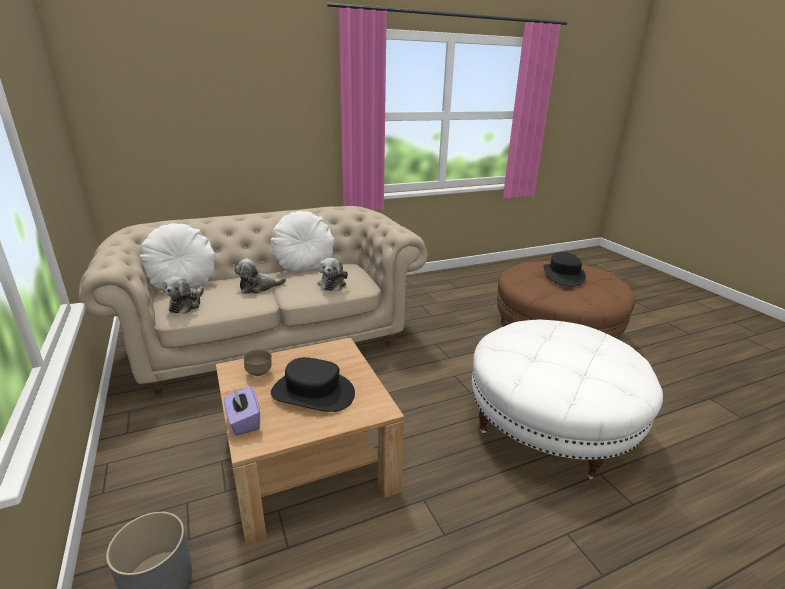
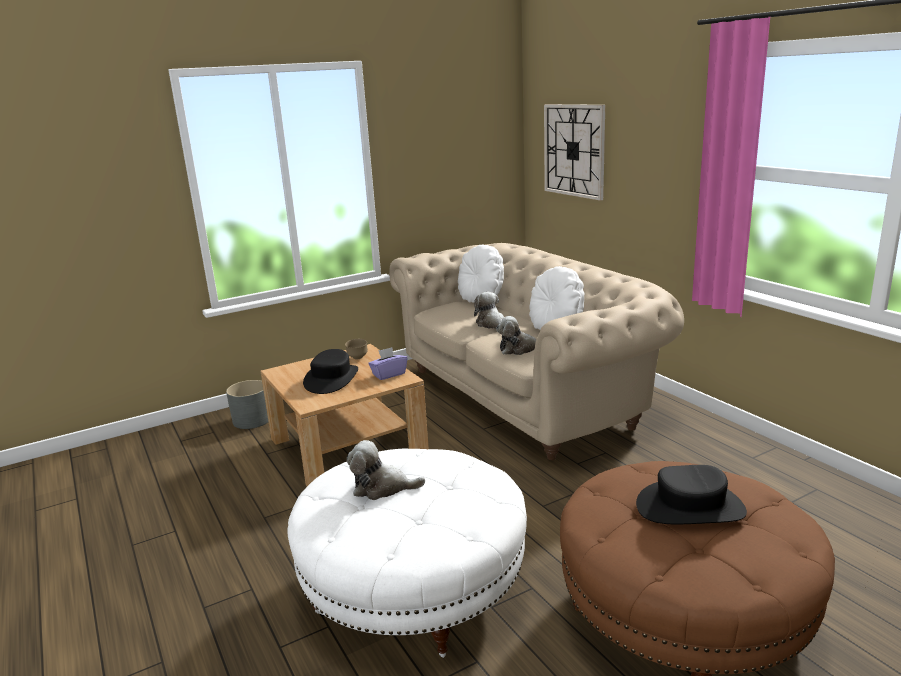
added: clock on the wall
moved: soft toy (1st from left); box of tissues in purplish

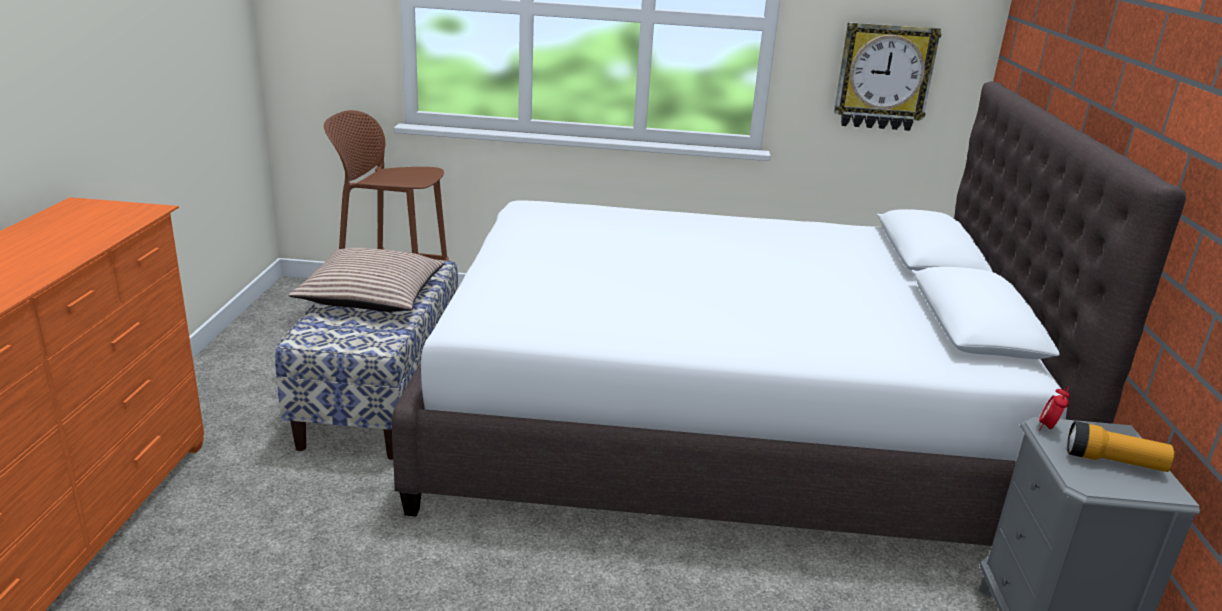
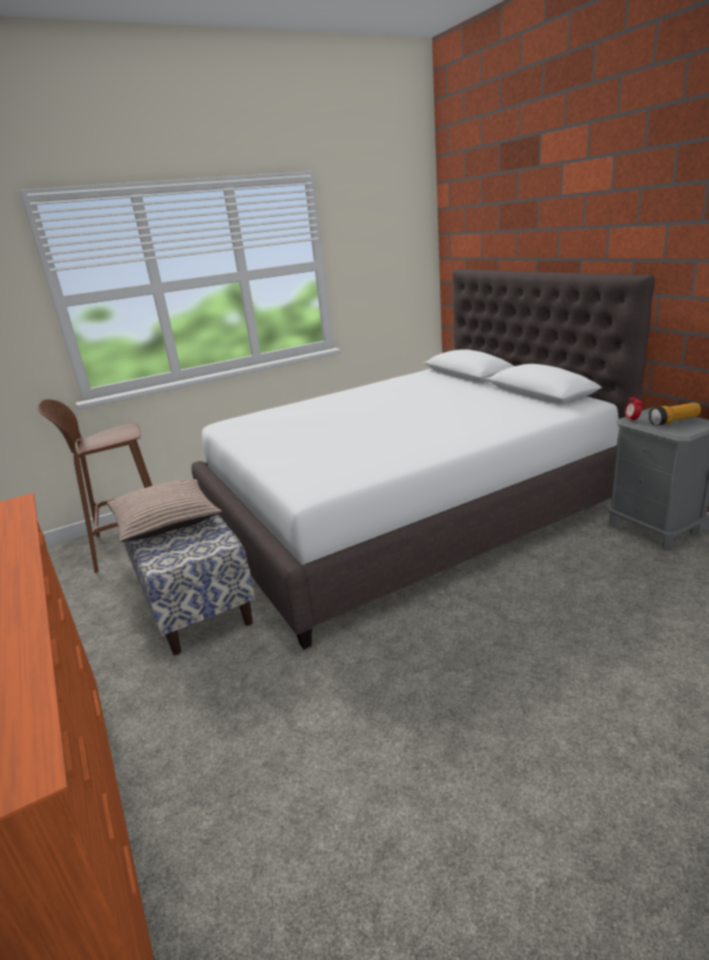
removed: clock on the wall

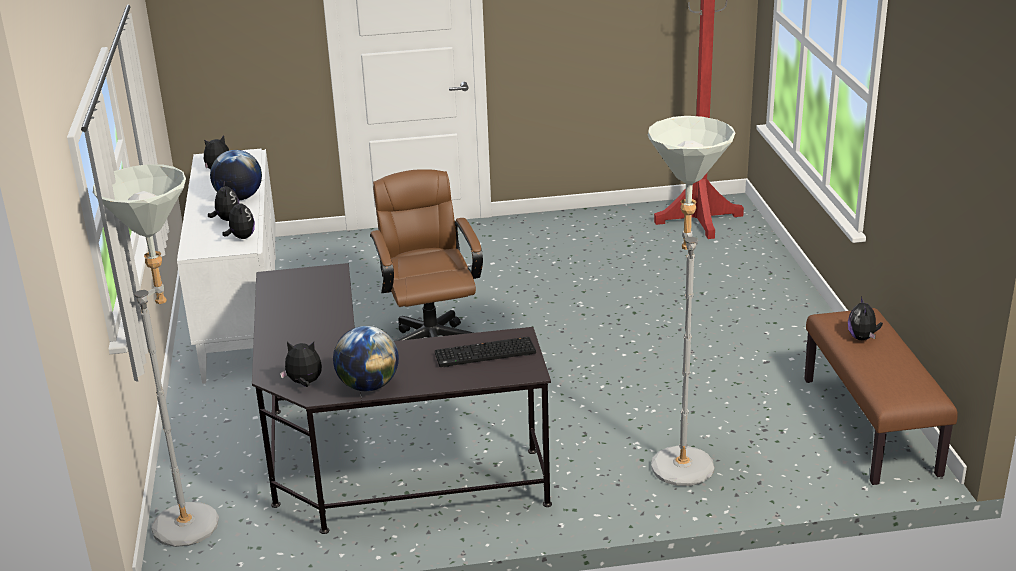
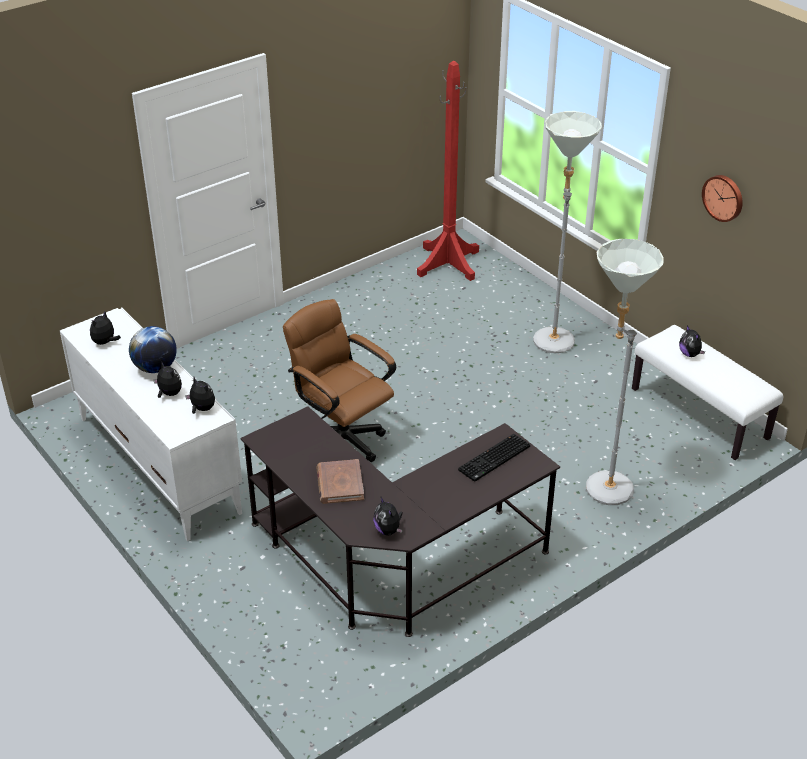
removed: globe (2nd from left)
added: clock on the wall; book in brown
moved: standing lamp in greyish (1st from left)
recoloured: indoor bench in brown to indoor bench in white
turned: soft toy (4th from left) 90 degrees counterclockwise

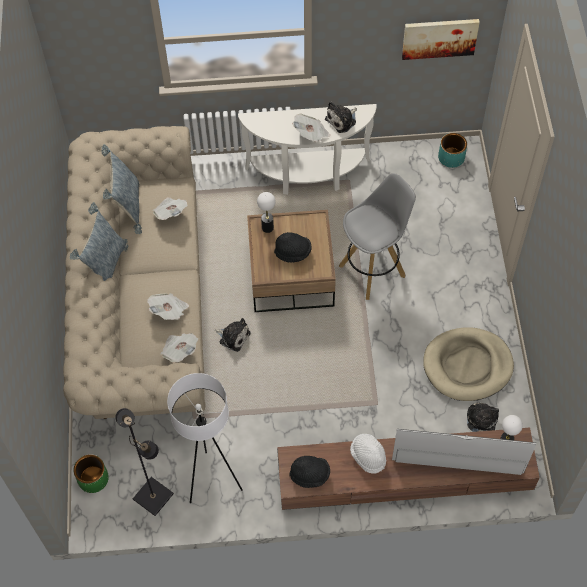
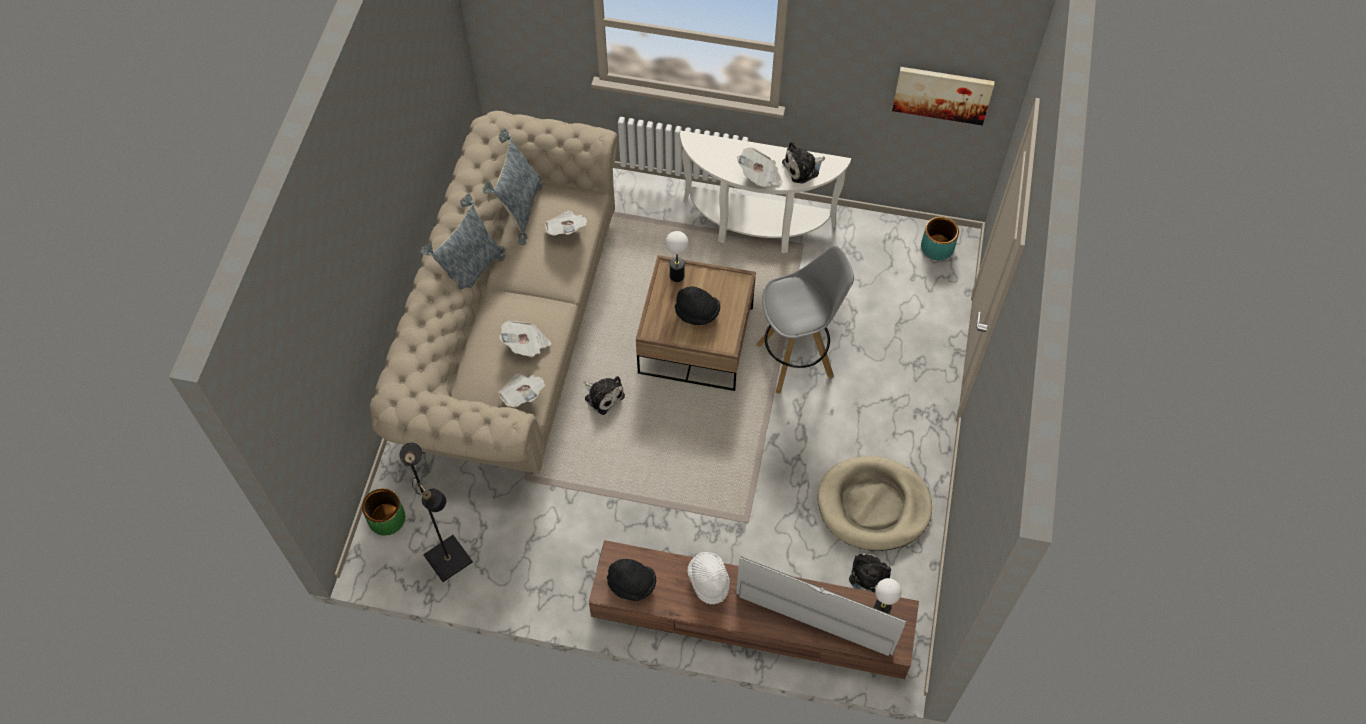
removed: standing lamp in white

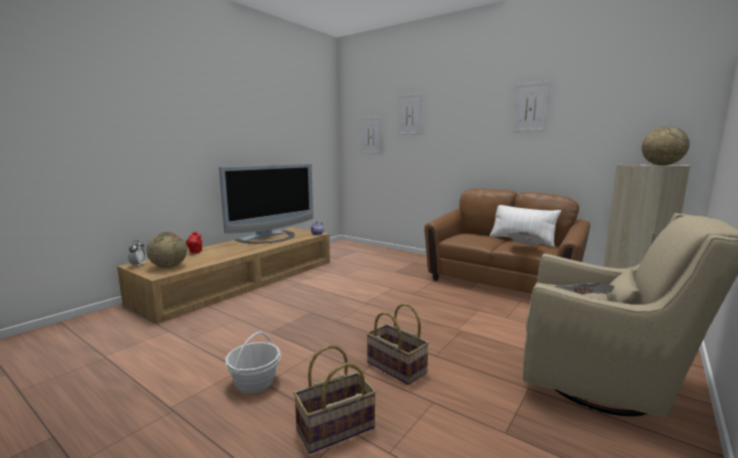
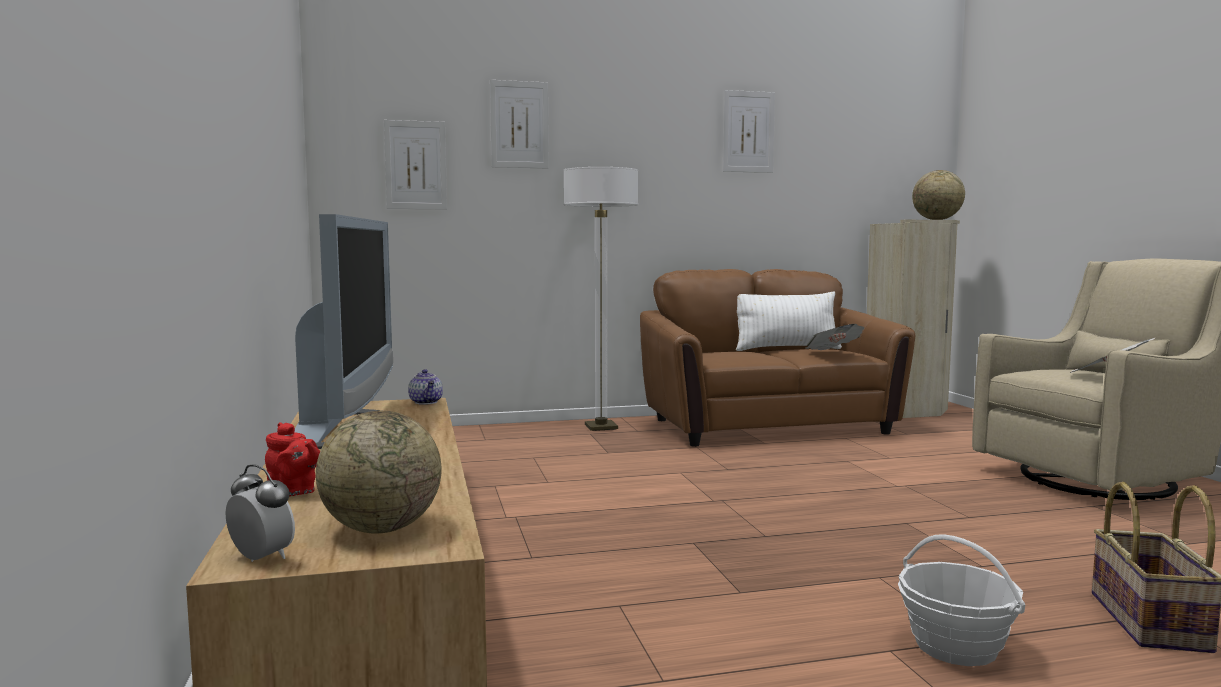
removed: storage basket (3rd from left)
added: standing lamp

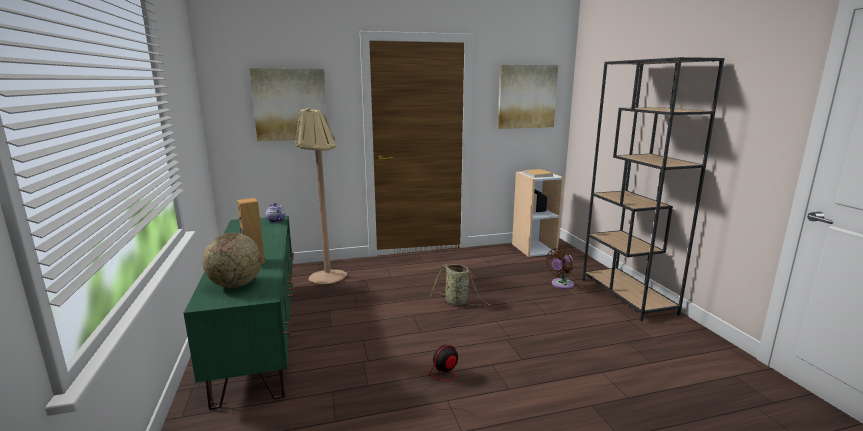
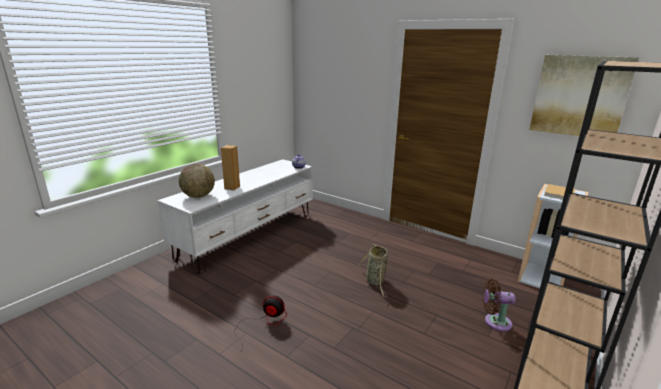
removed: picture (1st from left); standing lamp in sand-coloured
recoloured: tv unit in greenish to tv unit in white

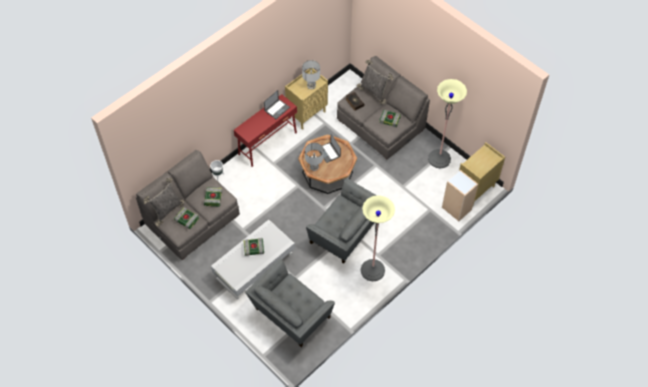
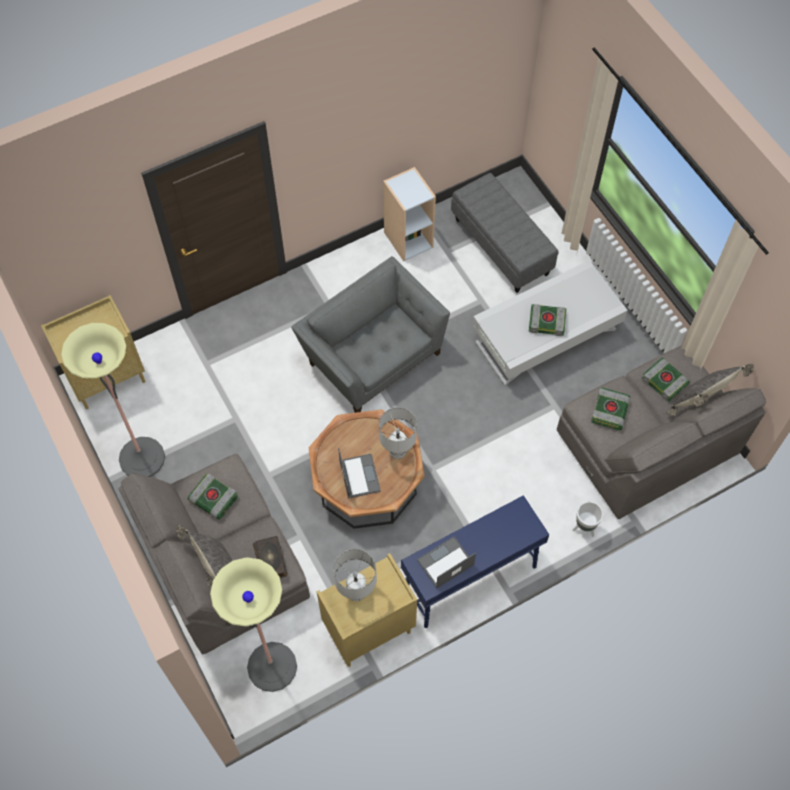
moved: shelving unit; standing lamp (1st from left in the first image) to standing lamp (2nd from left)
replaced: easy chair in greyish (1st from left) to pouffe in greyish
recoloured: hall table in reddish to hall table in bluish

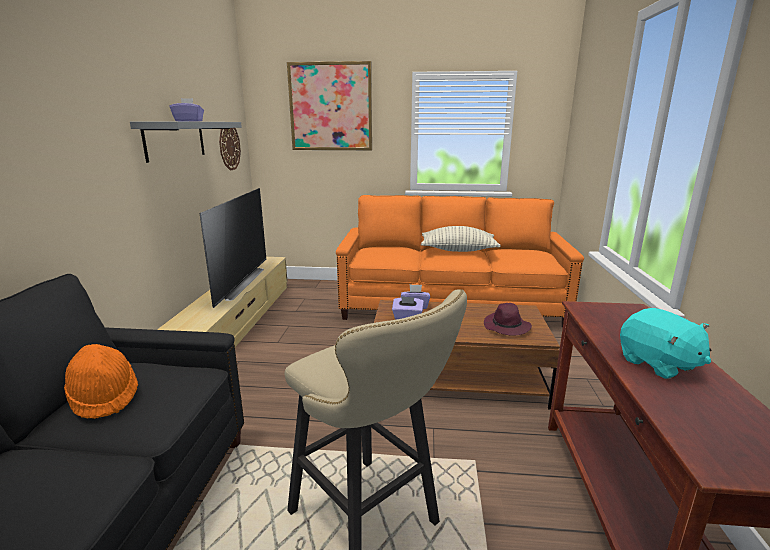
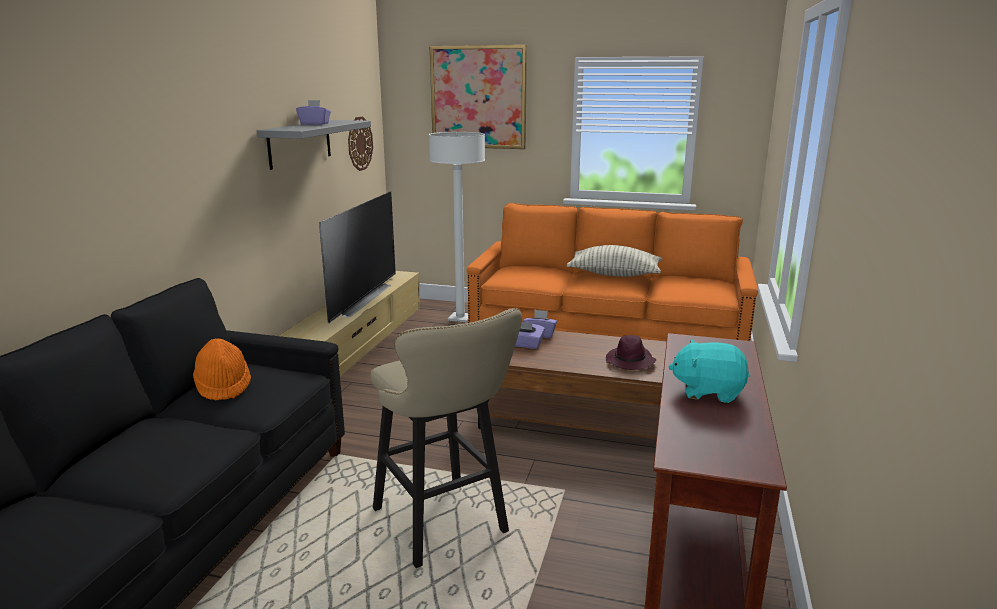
added: standing lamp in white
turned: soft toy in blue-green 120 degrees clockwise

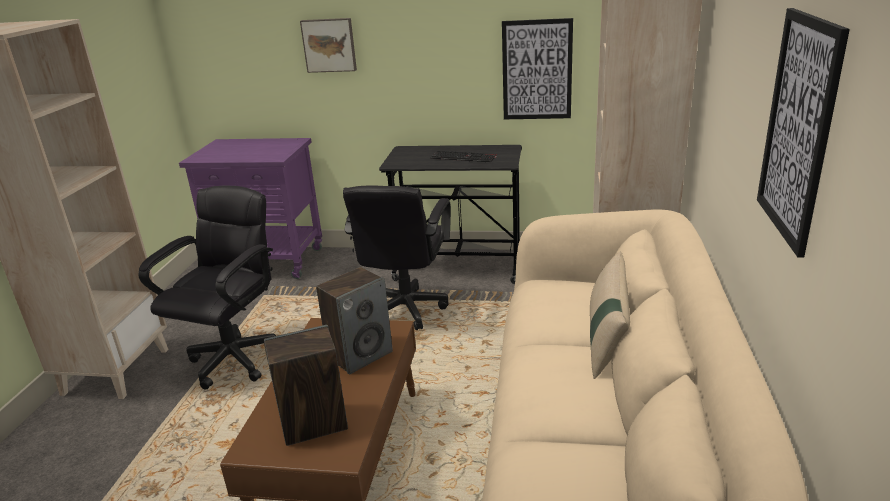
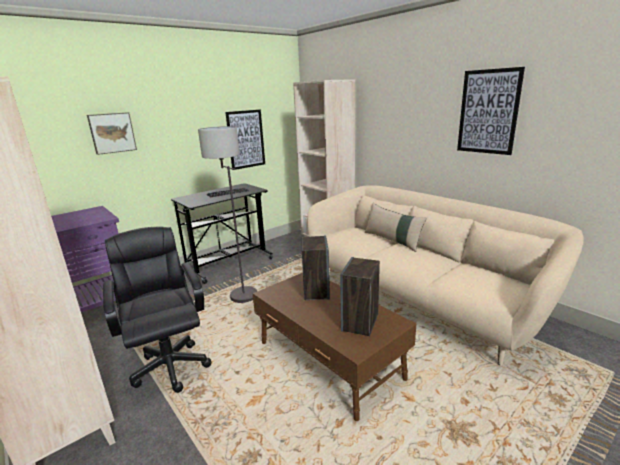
replaced: office chair in black-coloured (2nd from left) to standing lamp in greyish

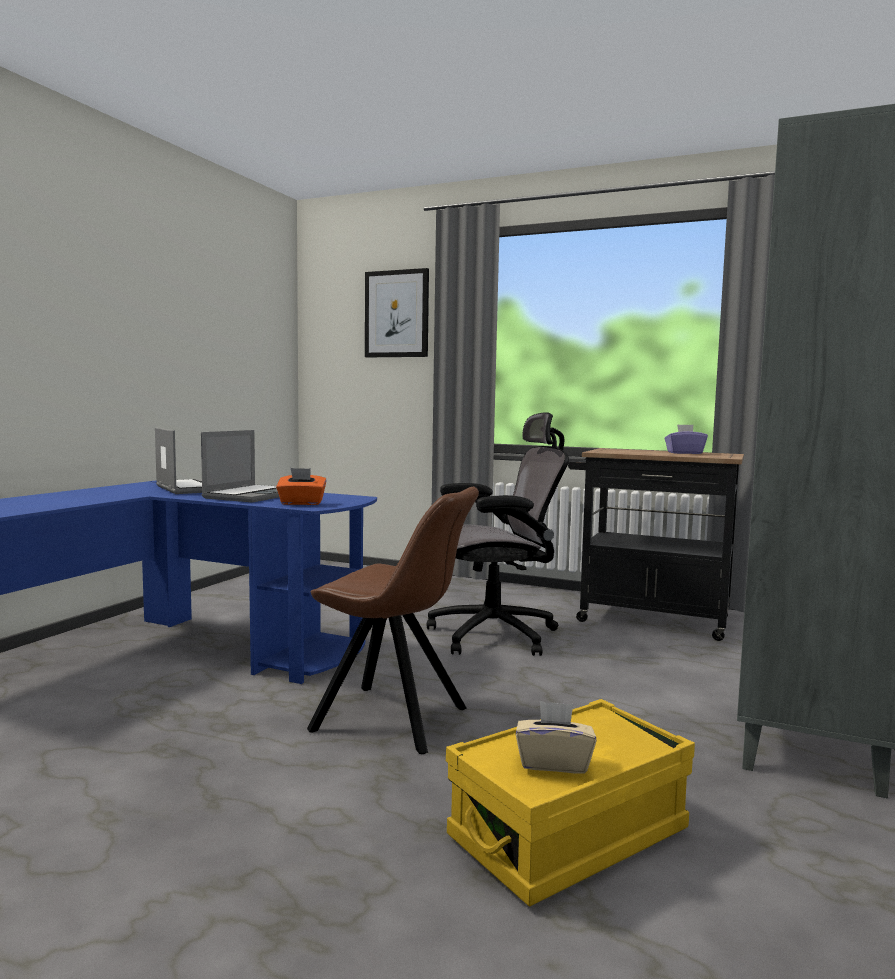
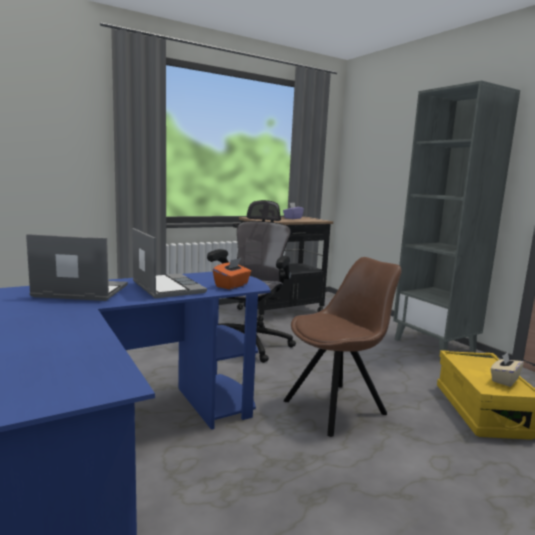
removed: picture

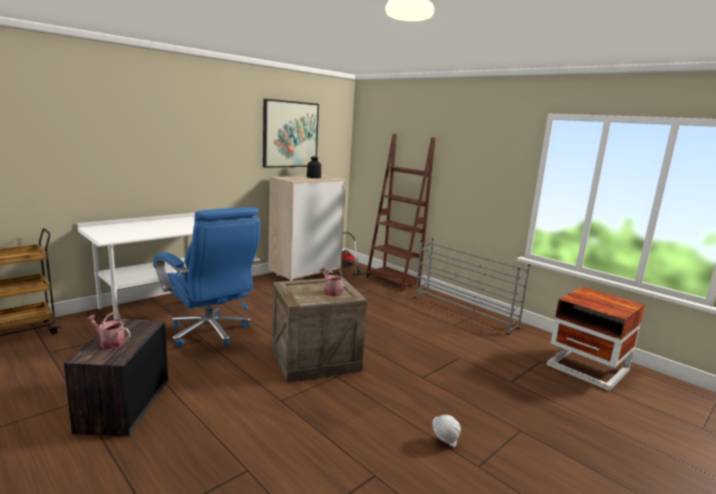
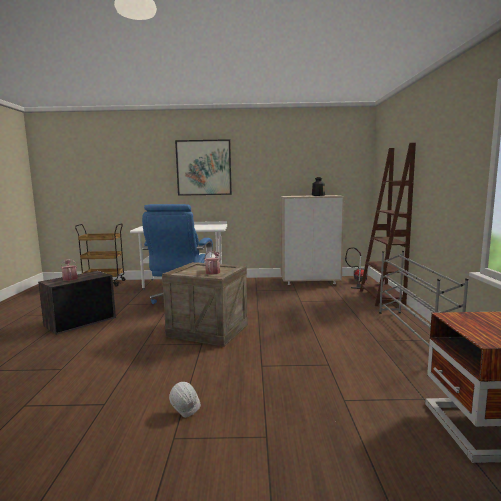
moved: picture

